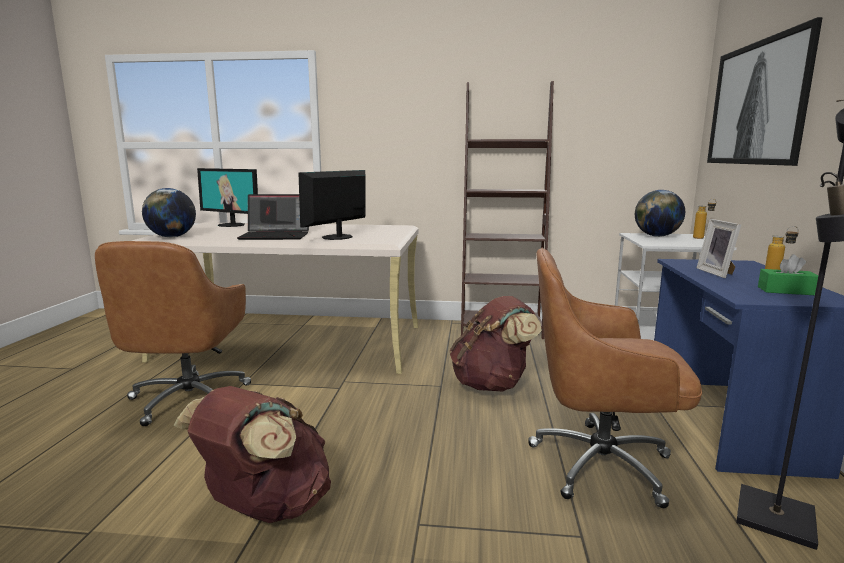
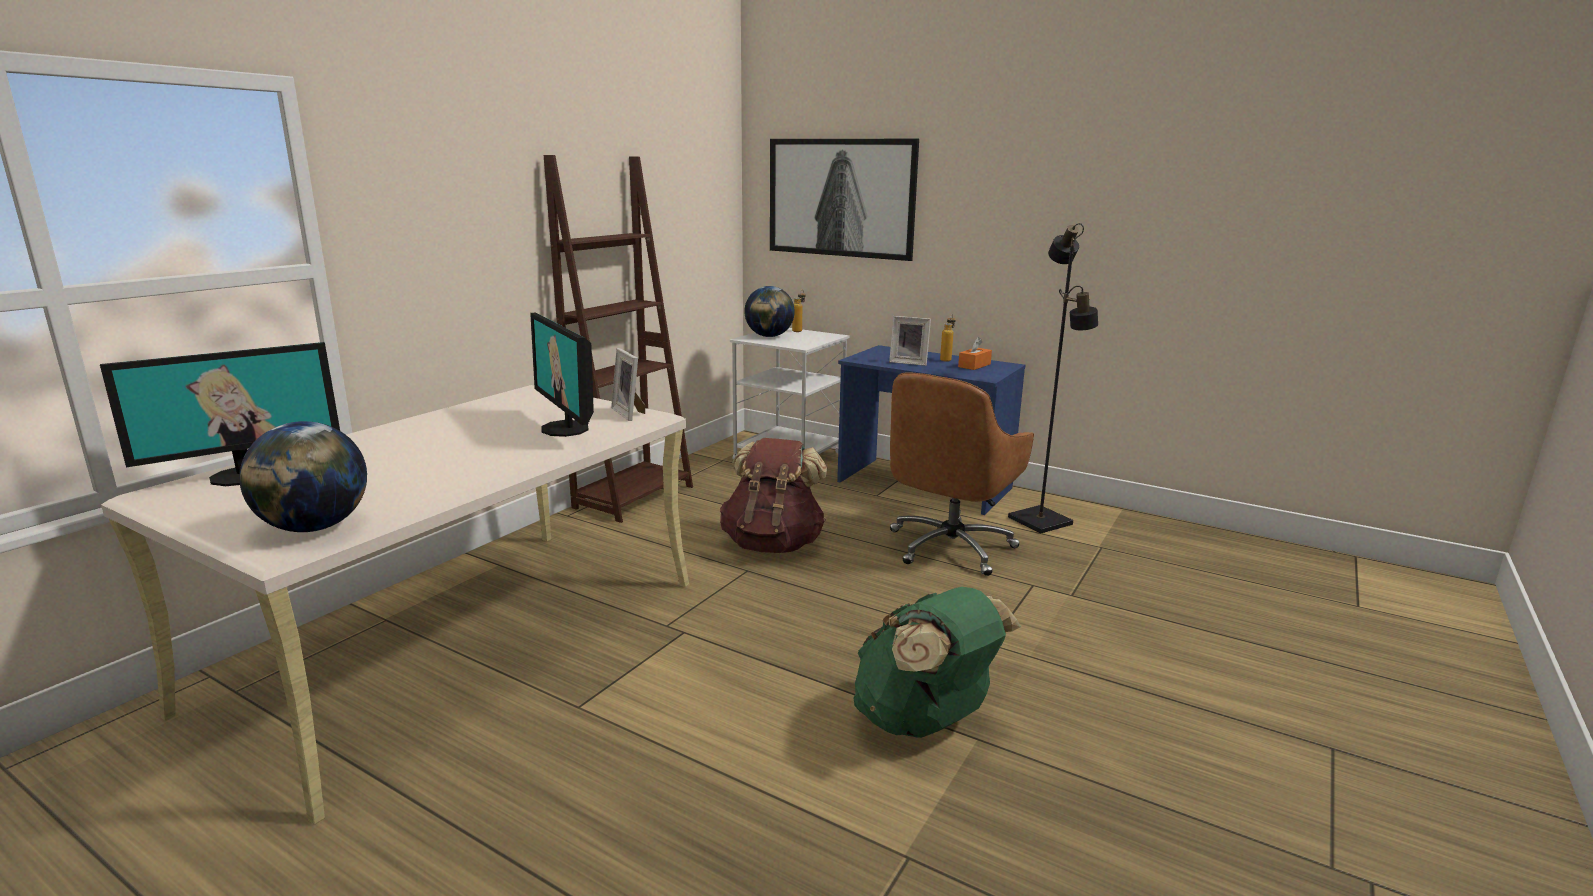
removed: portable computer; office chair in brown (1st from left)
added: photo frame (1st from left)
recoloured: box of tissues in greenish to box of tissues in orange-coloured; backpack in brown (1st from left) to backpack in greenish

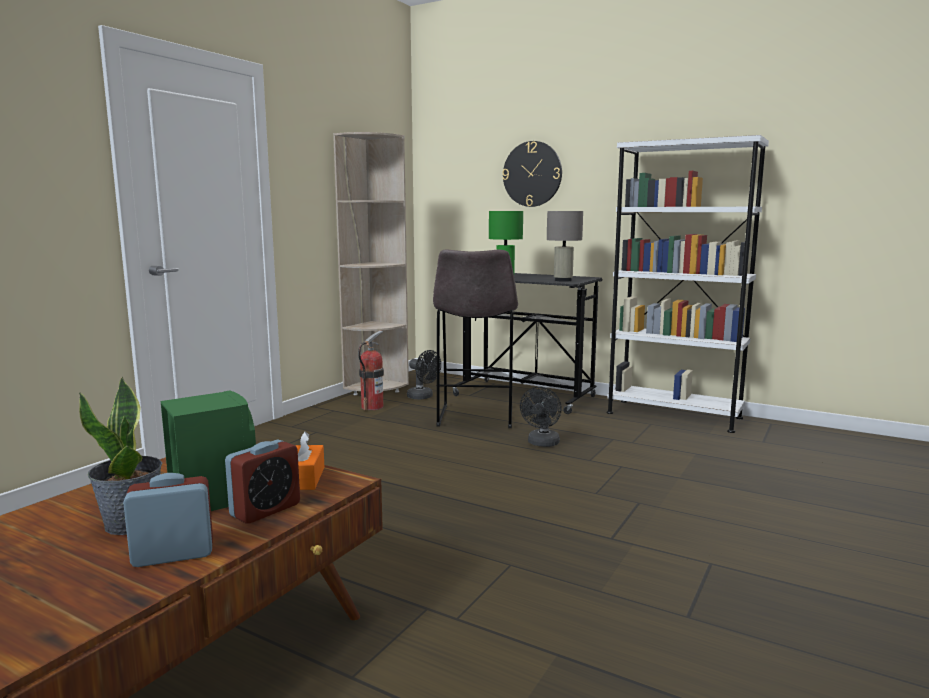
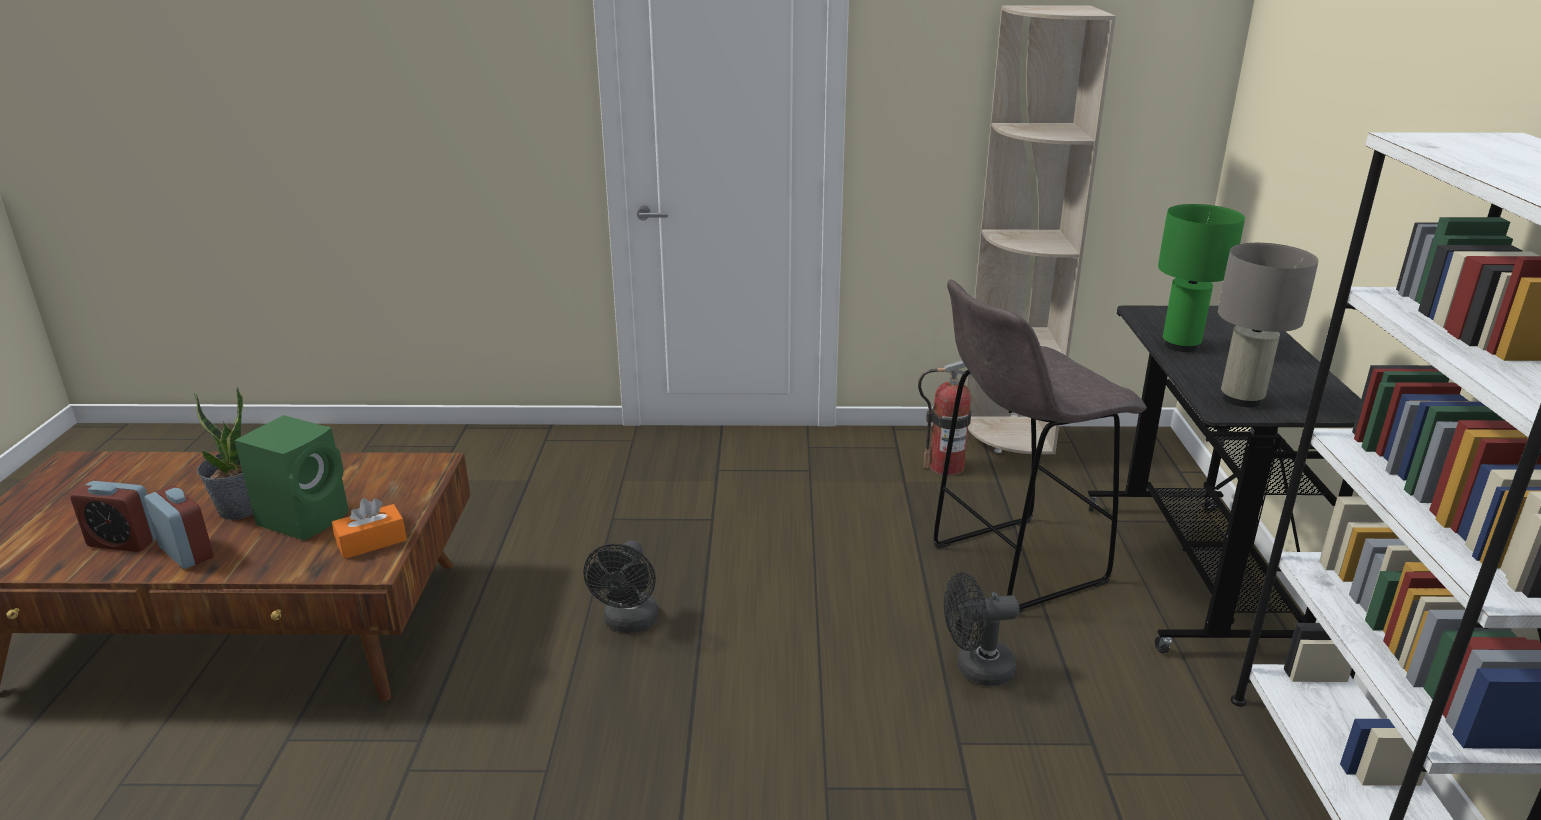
removed: clock on the wall
moved: cooling fan in black-coloured (1st from left); alarm clock (2nd from left in the first image) to alarm clock (1st from left)

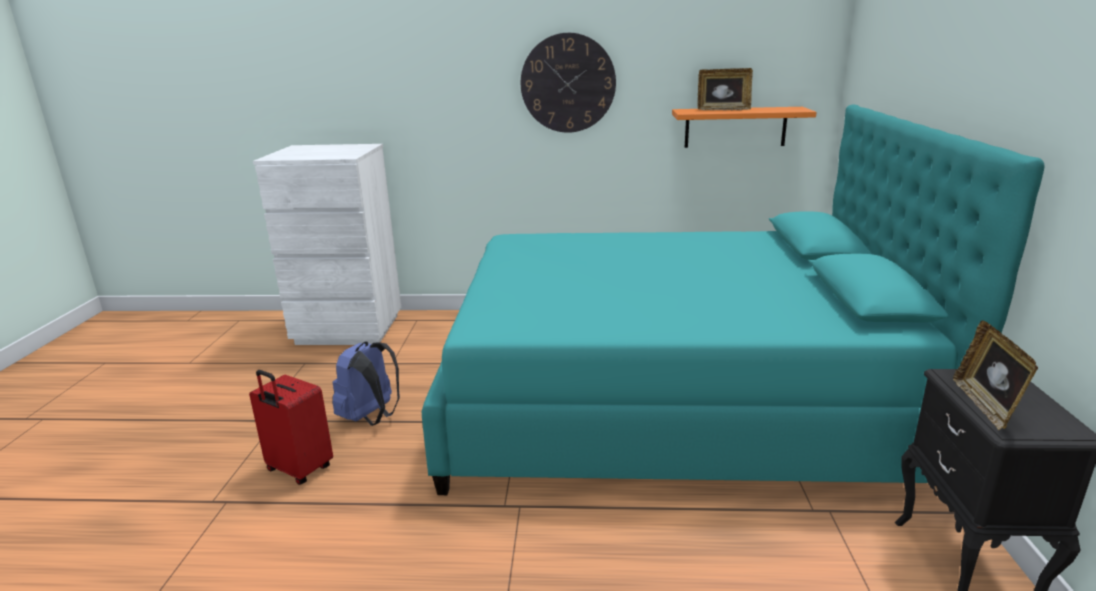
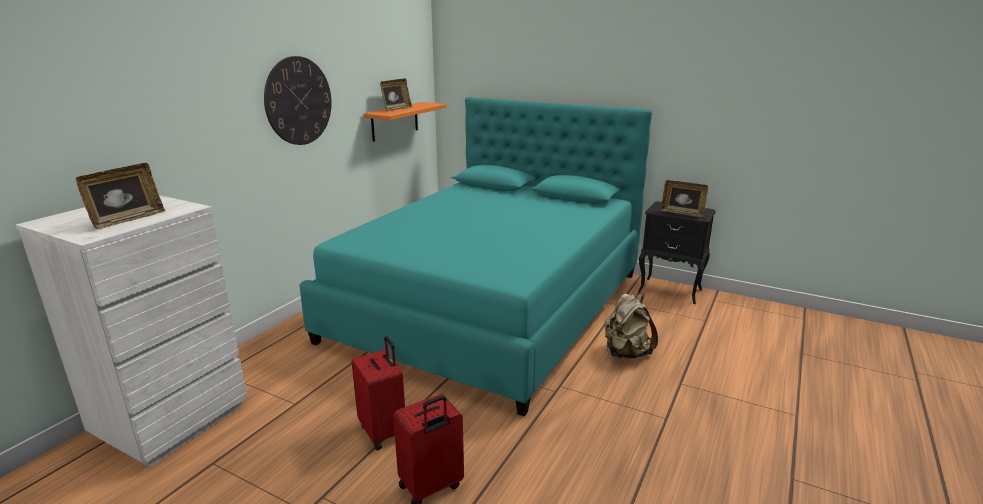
added: photo frame (1st from left); backpack in sand-coloured
replaced: backpack in bluish to suitcase in reddish (1st from left)

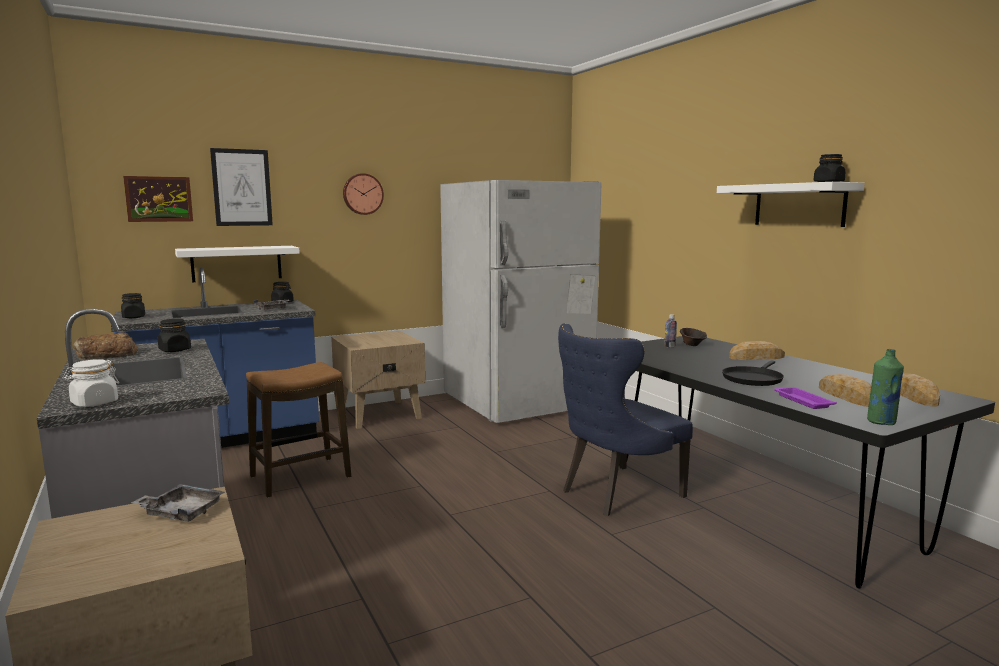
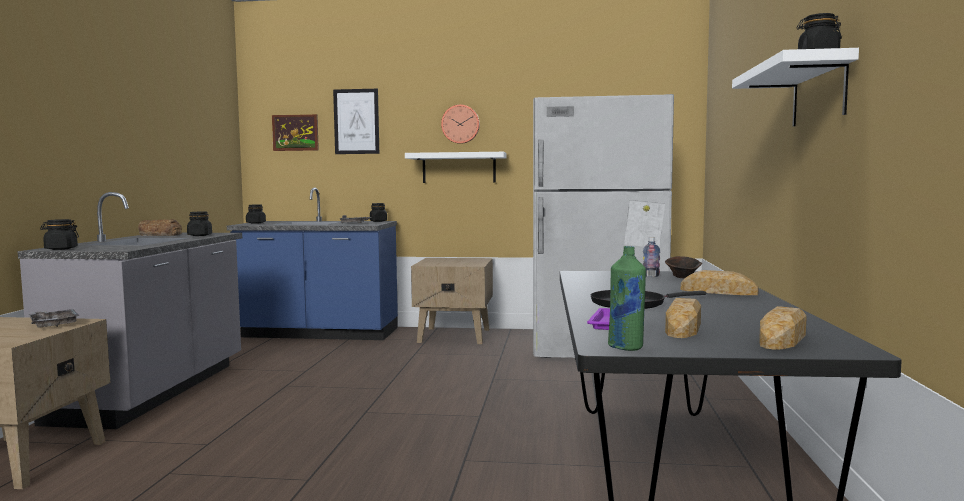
removed: upright chair in bluish; stool
moved: bracket shelf in white (1st from left)
recoloured: jar in white to jar in black-coloured (1st from left)

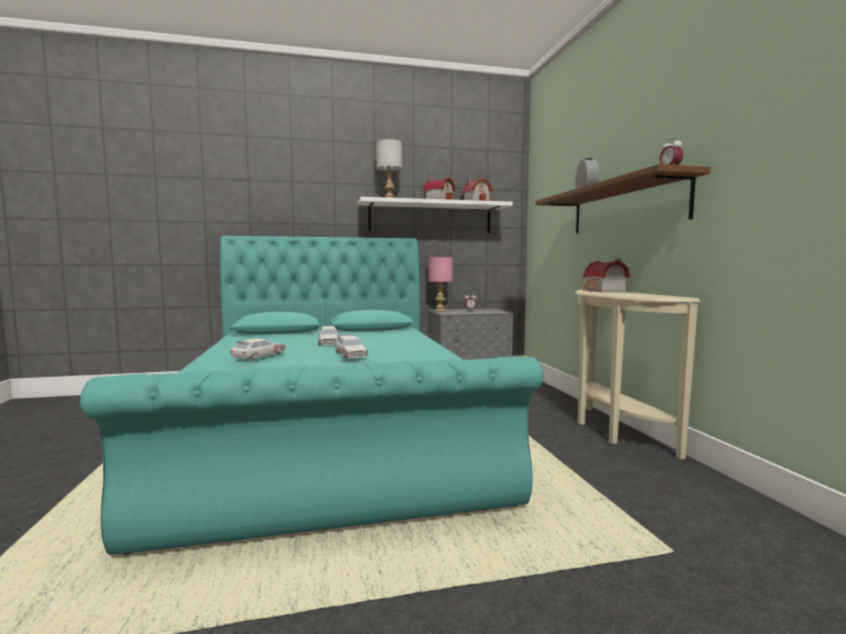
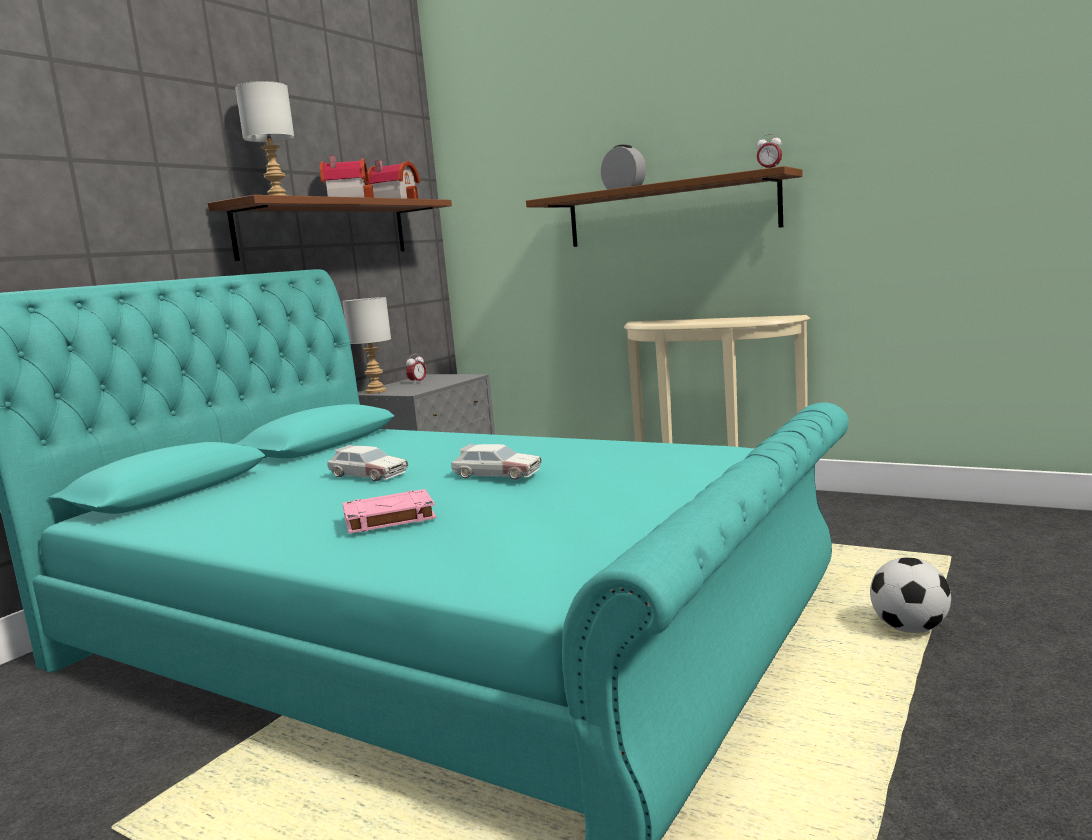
removed: toy house (3rd from left)
added: football
replaced: miniature car (1st from left) to book in pink-coloured
recoloured: bracket shelf in white to bracket shelf in brown (1st from left); tabletop lamp in pink-coloured to tabletop lamp in greyish (2nd from left)

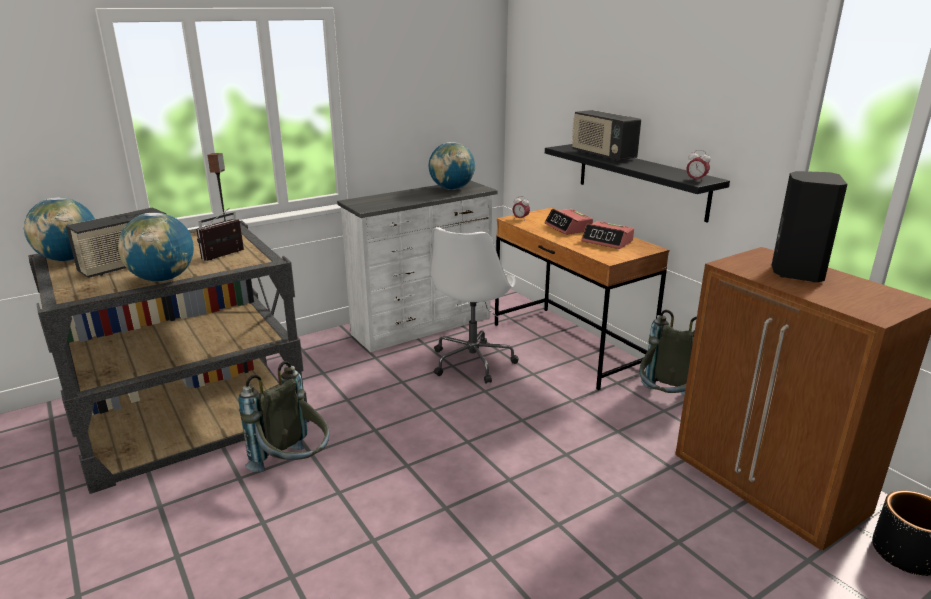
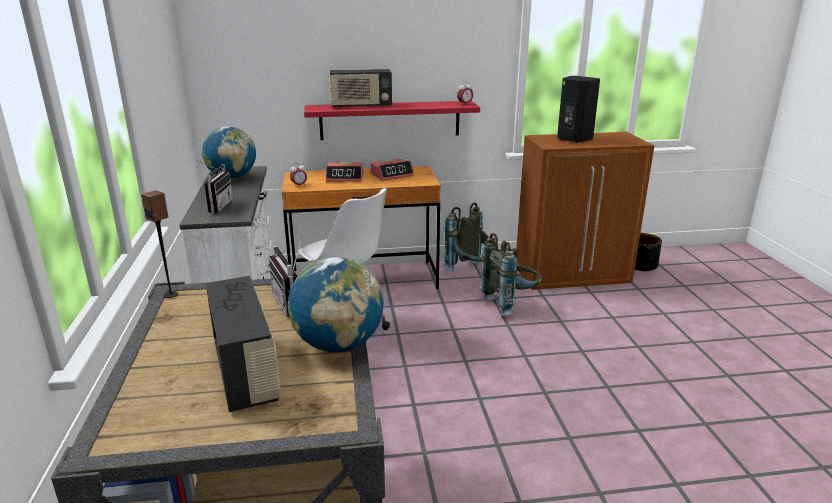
removed: globe (1st from left)
added: radio set (1st from left)
moved: backpack in greyish (1st from left in the first image) to backpack in greyish (2nd from left)
recoloured: bracket shelf in black-coloured to bracket shelf in reddish

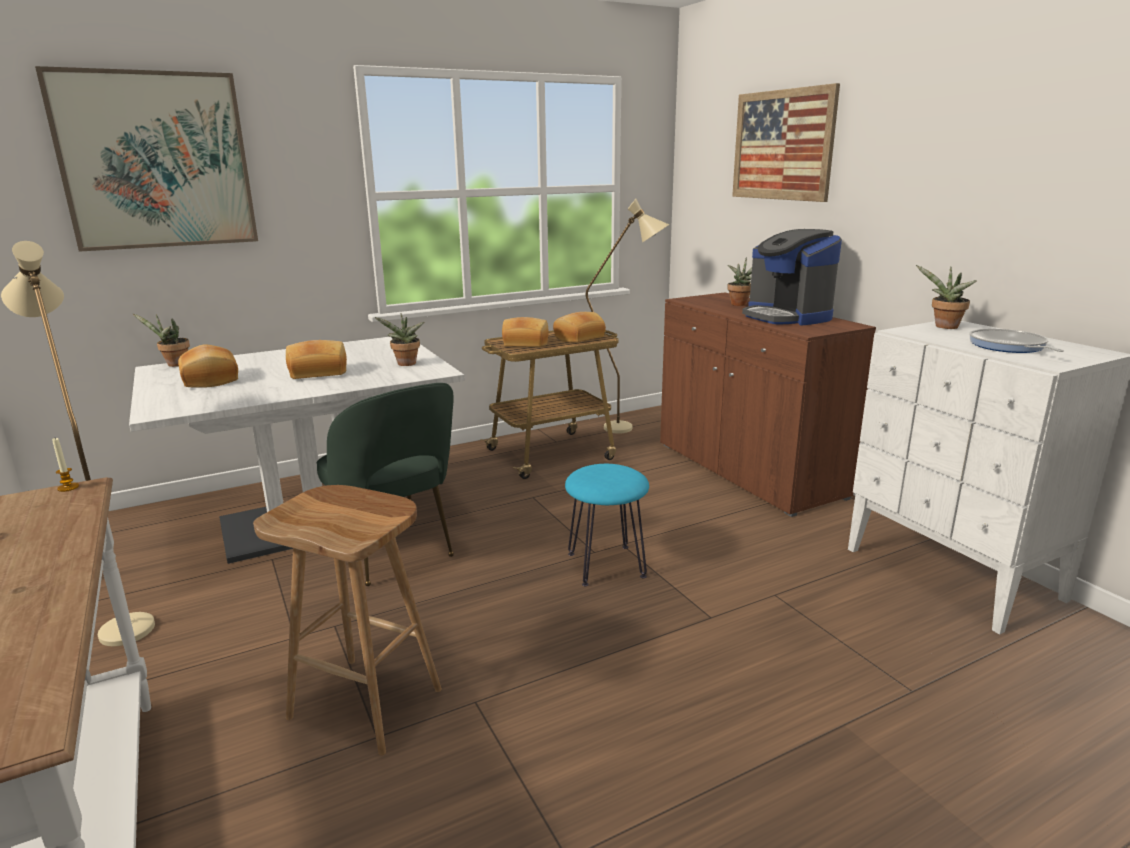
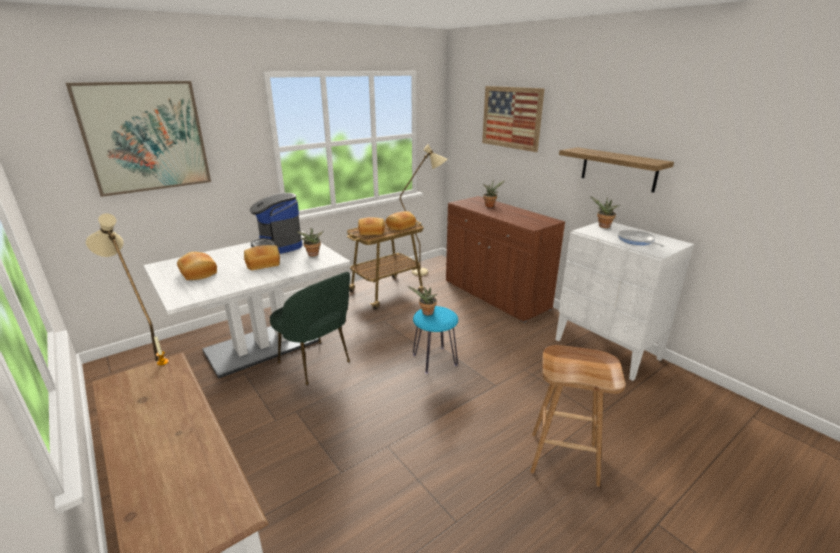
added: bracket shelf
moved: coffee maker; houseplant (1st from left in the first image) to houseplant (2nd from left); stool in brown

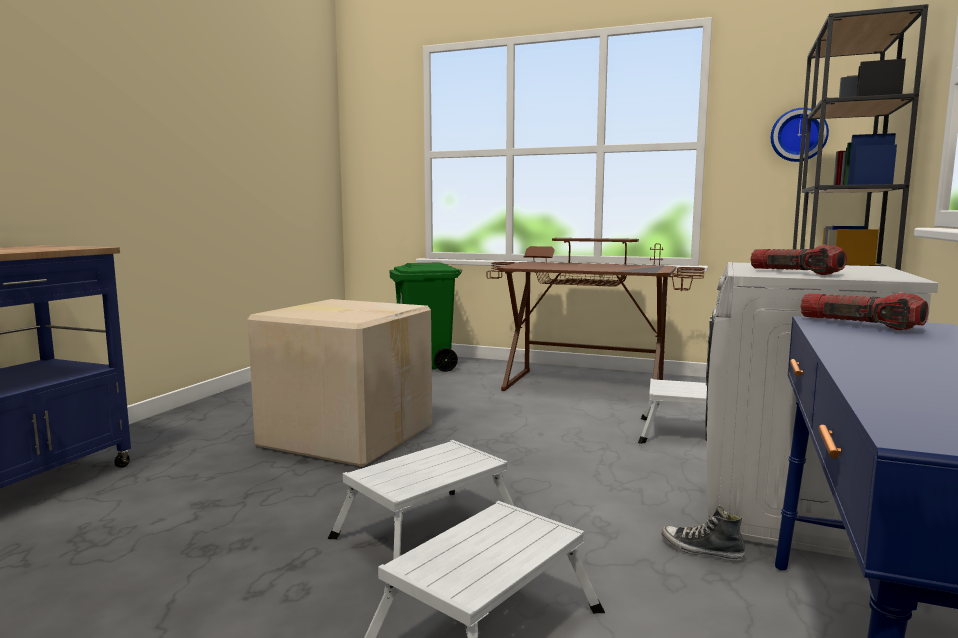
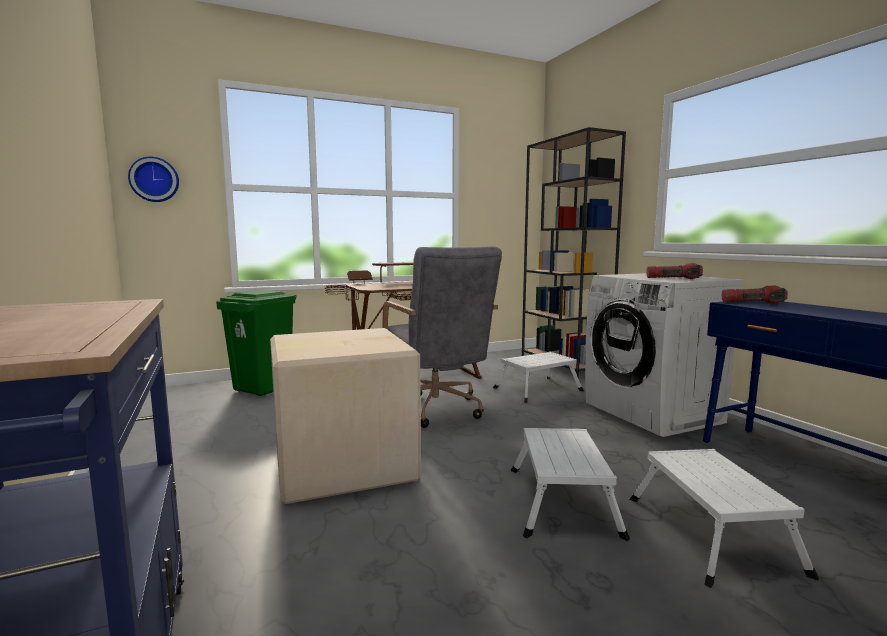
removed: low shoe
added: office chair in greyish
moved: clock on the wall

